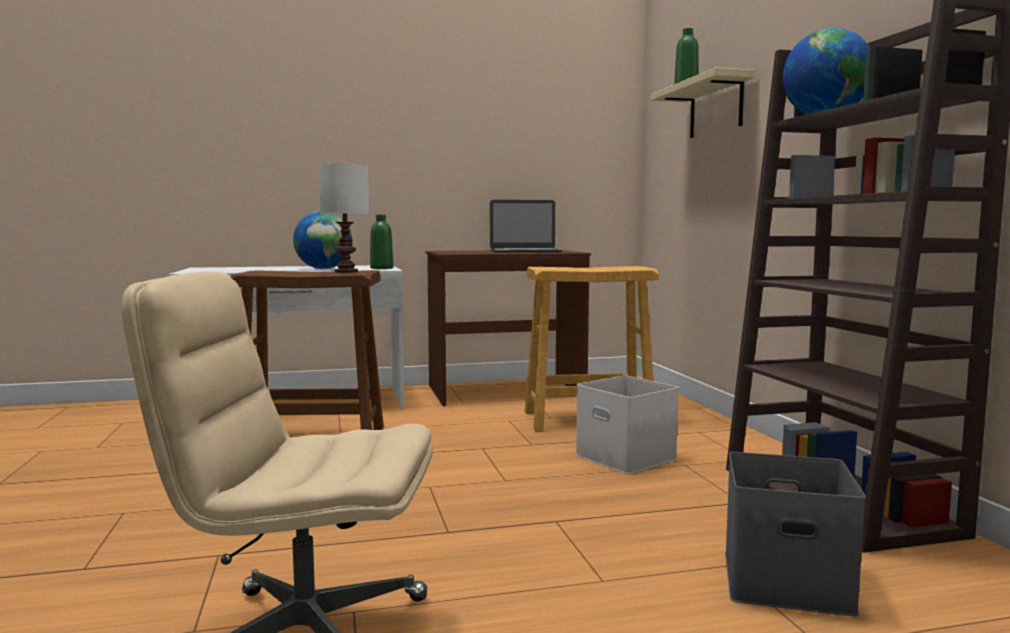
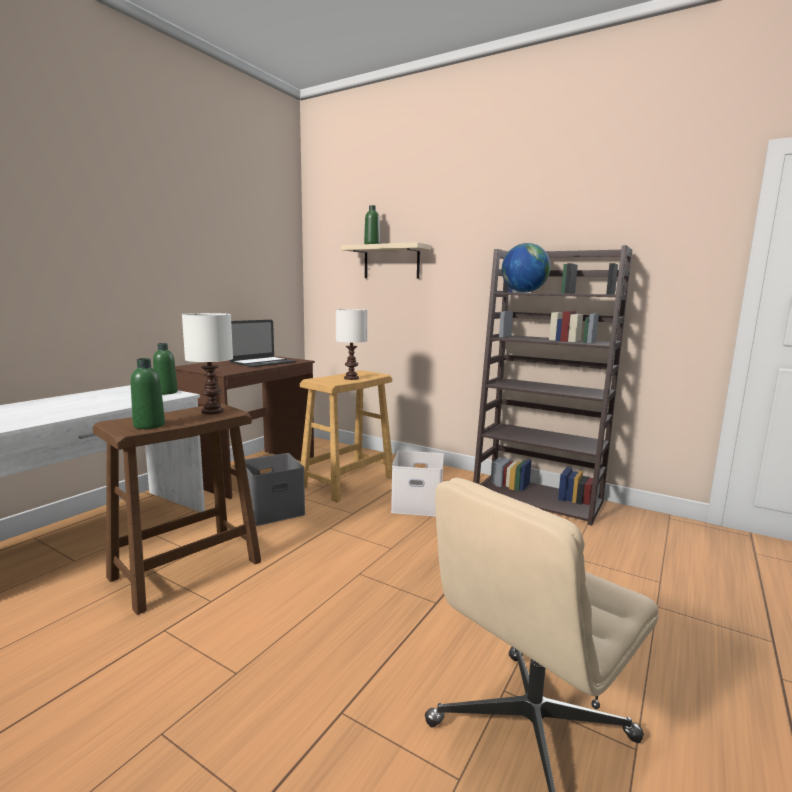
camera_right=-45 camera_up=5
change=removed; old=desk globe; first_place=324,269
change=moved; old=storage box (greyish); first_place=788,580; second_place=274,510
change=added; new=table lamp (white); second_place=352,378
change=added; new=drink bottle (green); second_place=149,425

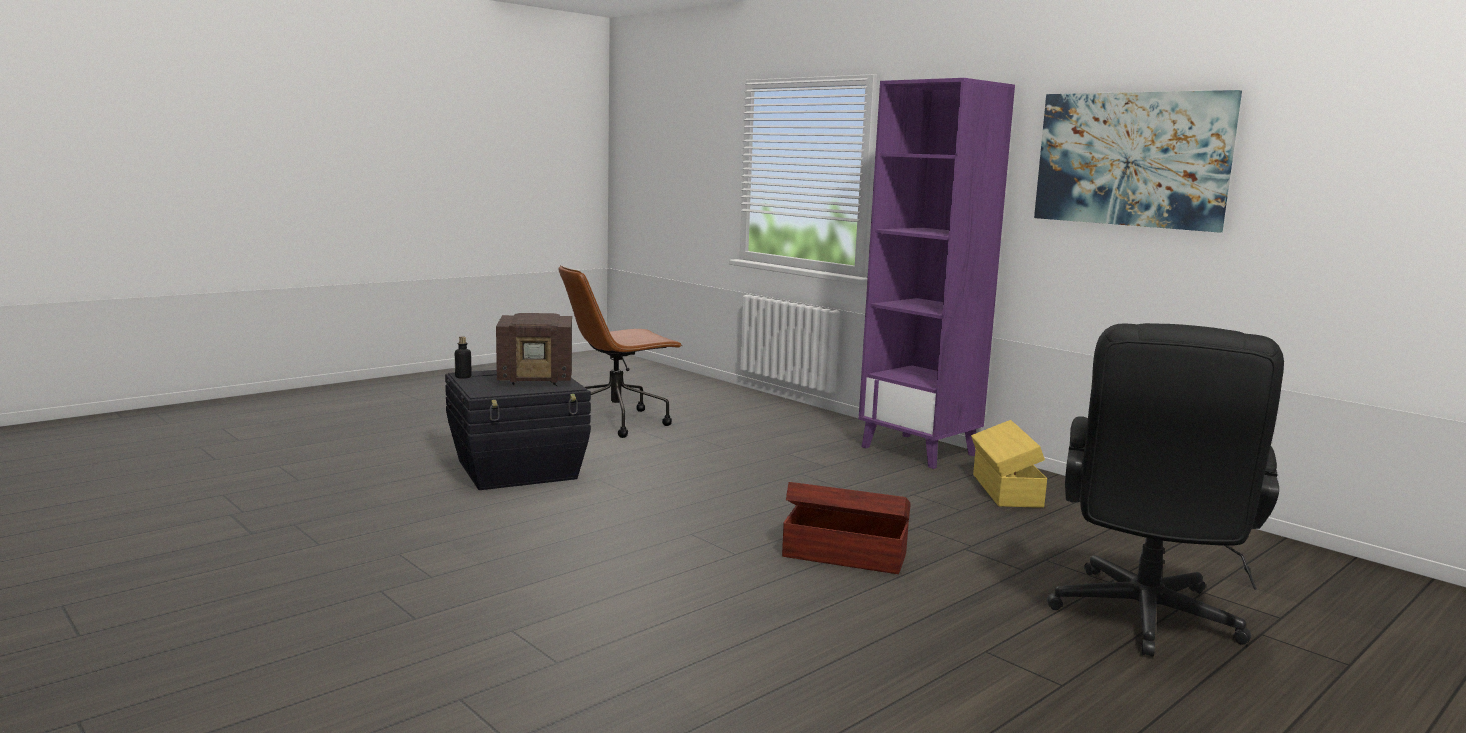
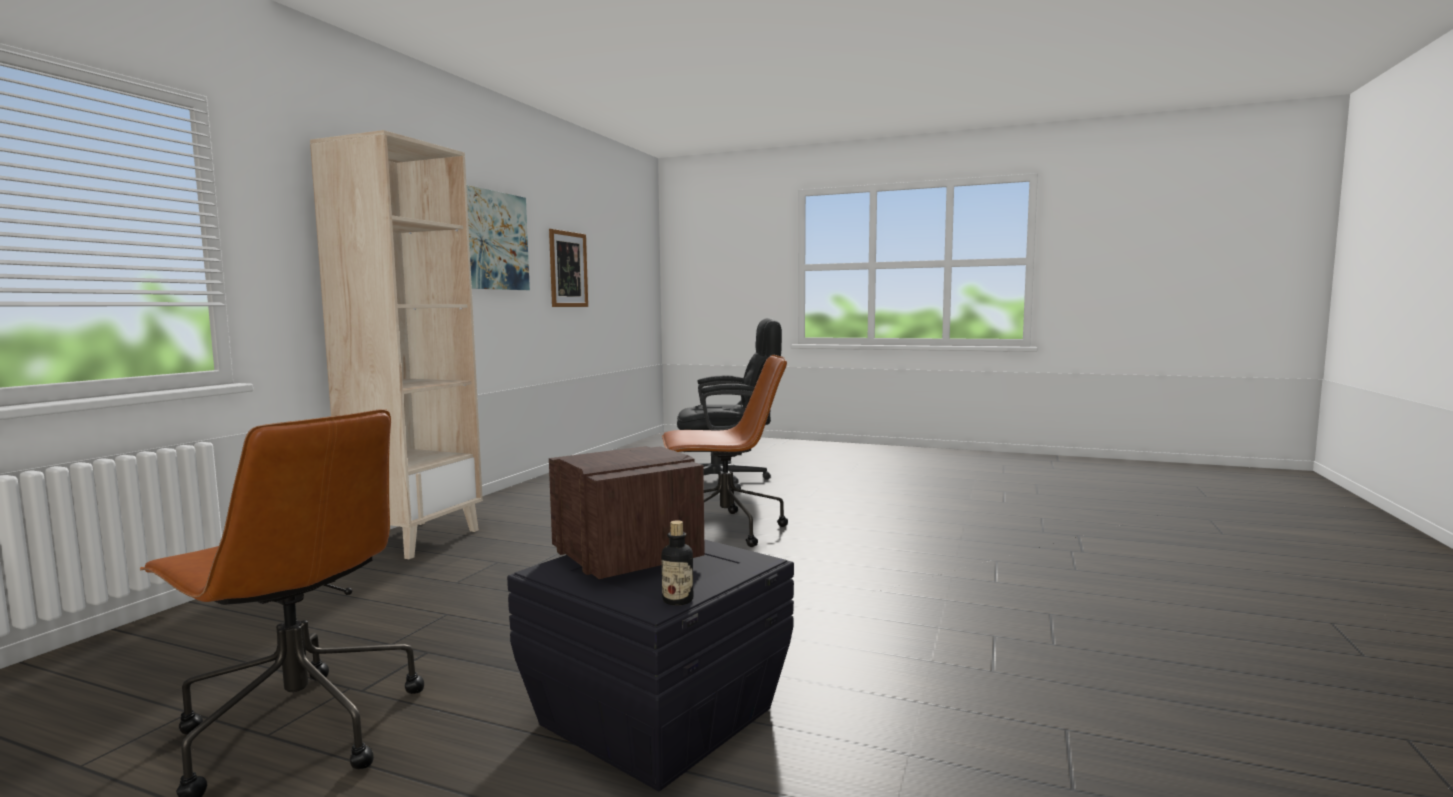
camera_right=-115 camera_up=-5
change=recoloured; old=shelving unit (purple); new=shelving unit (beige-coloured); first_place=919,451; second_place=415,539
change=removed; old=storage box (yellow); first_place=1005,491
change=replaced; old=storage box (brown-coloured); new=office chair (brown-coloured); first_place=843,554; second_place=723,530
change=added; new=picture; second_place=568,269

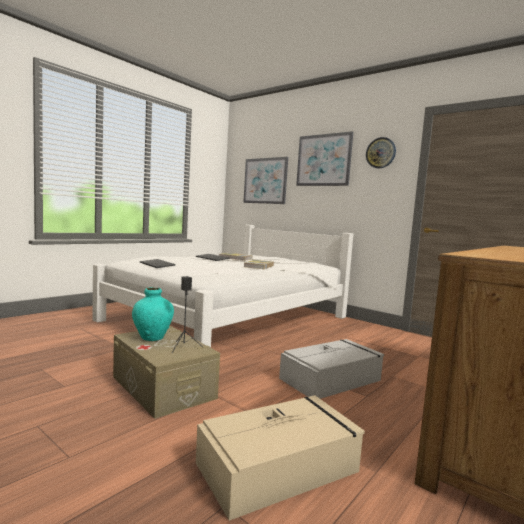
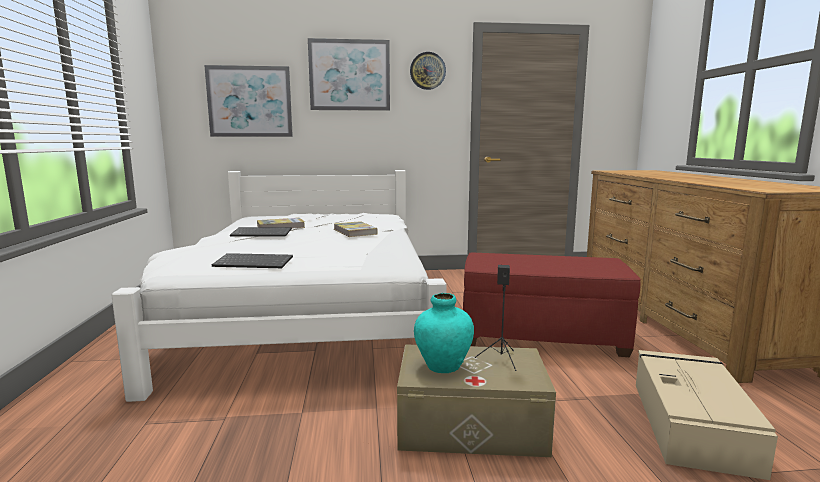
camera_right=-45 camera_up=5
change=replaced; old=storage box (greyish); new=ottoman (red-coloured); first_place=331,379; second_place=542,336

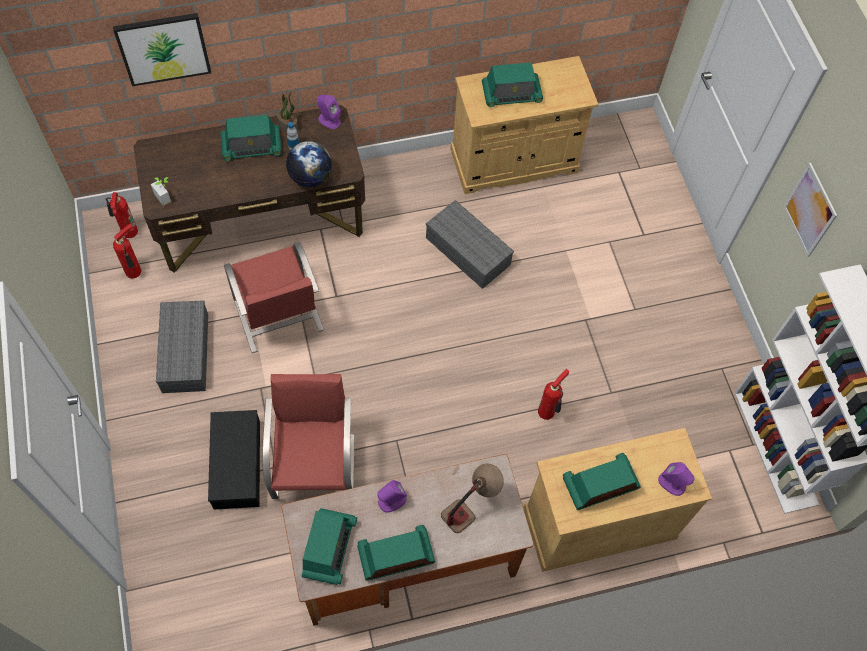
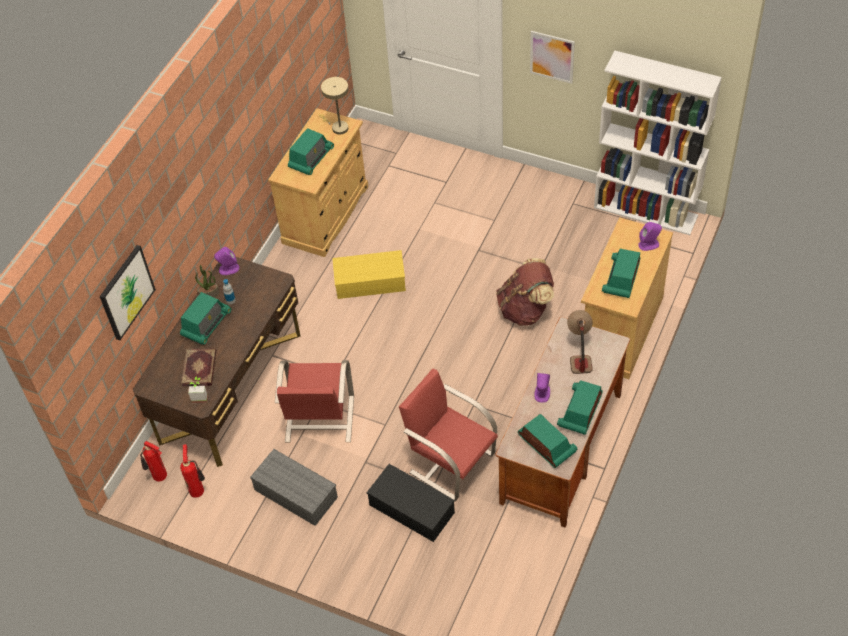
camera_right=-45 camera_up=-10
change=removed; old=desk globe; first_place=310,177
change=recoloured; old=storage box (greyish); new=storage box (yellow); first_place=469,251; second_place=371,281
change=turned; old=plain chair (red-coloured); first_place=278,317; second_place=319,420; degrees=75
change=replaced; old=fire extinguisher; new=rucksack (brown-coloured); first_place=548,412; second_place=525,309
change=added; new=table lamp (beige-coloured); second_place=337,127
change=added; new=bound book; second_place=200,368

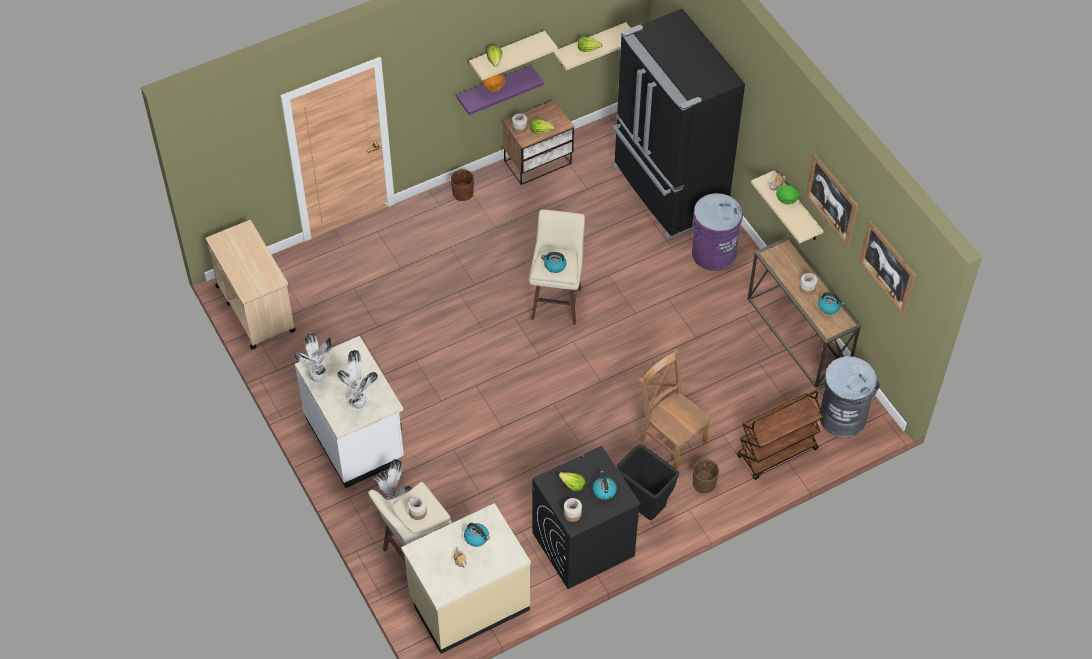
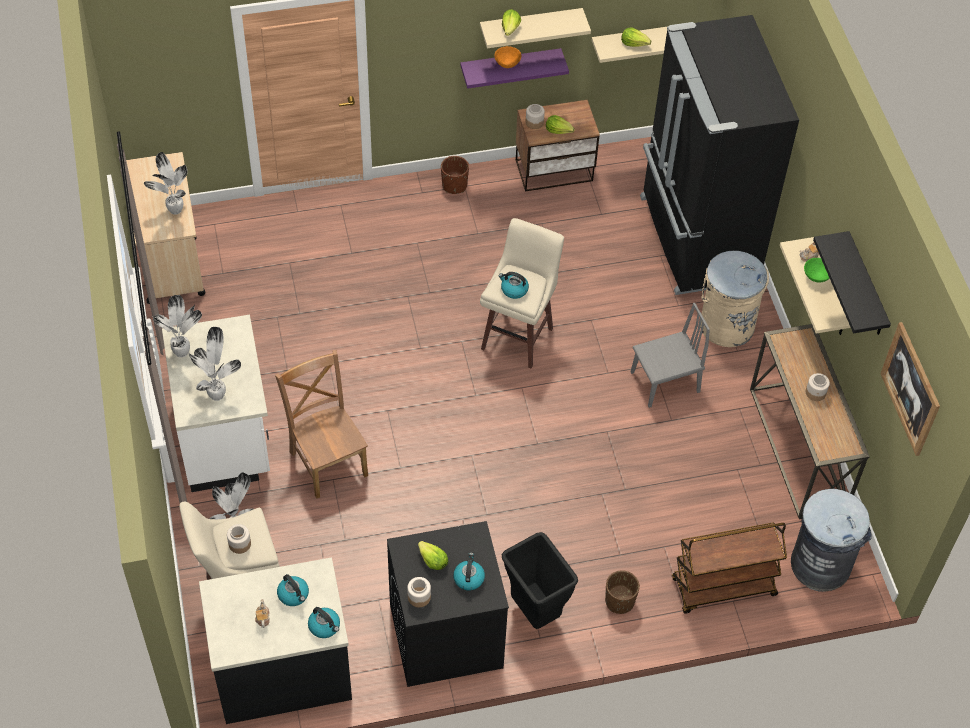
camera_right=15 camera_up=0
change=replaced; old=picture; new=wall shelf (black); first_place=832,200; second_place=866,287
change=recoloured; old=trash can (purple); new=trash can (beige-coloured); first_place=713,253; second_place=726,325
change=moved; old=kettle; first_place=829,307; second_place=325,626
change=moved; old=plain chair (brown-coloured); first_place=671,438; second_place=327,461
change=recoloured; old=counter (beige-coloured); new=counter (black); first_place=468,603; second_place=282,671
change=added; new=houseplant; second_place=175,211
change=added; new=plain chair (greyish); second_place=664,382

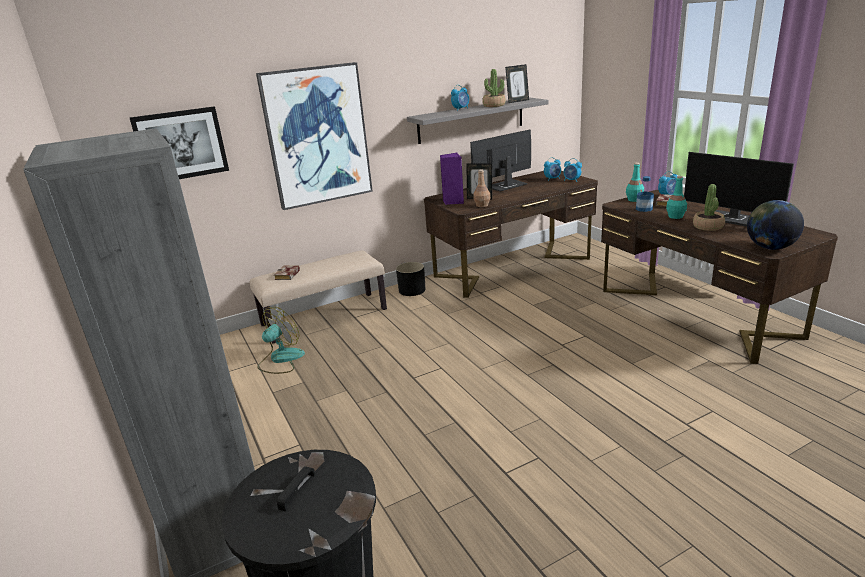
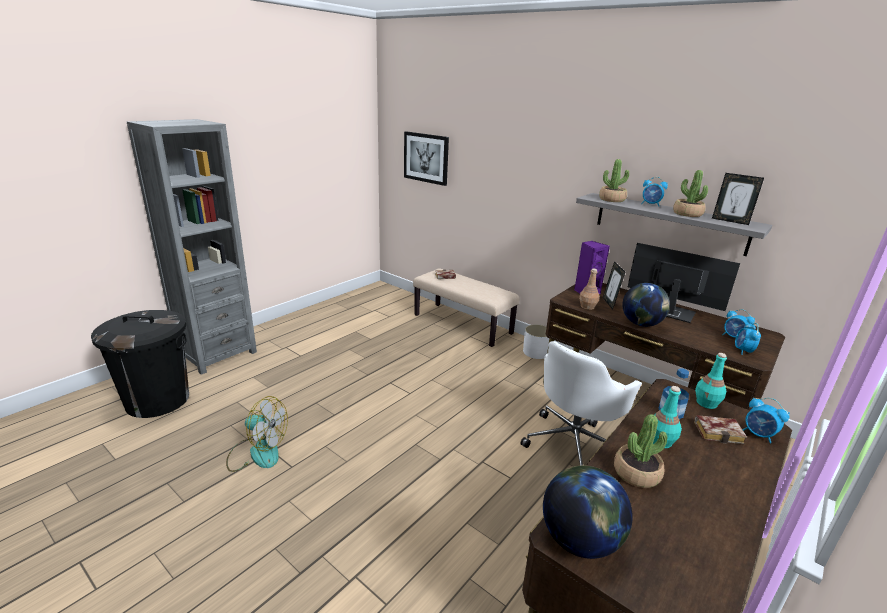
camera_right=65 camera_up=0
change=removed; old=picture; first_place=317,136
change=removed; old=monitor; first_place=733,219
change=recoloured; old=planter (black); new=planter (white); first_place=412,290; second_place=536,352
change=moved; old=fan; first_place=280,359; second_place=257,453
change=added; new=houseplant; second_place=612,199
change=added; new=desk globe; second_place=641,324
change=added; new=office chair (white); second_place=574,443

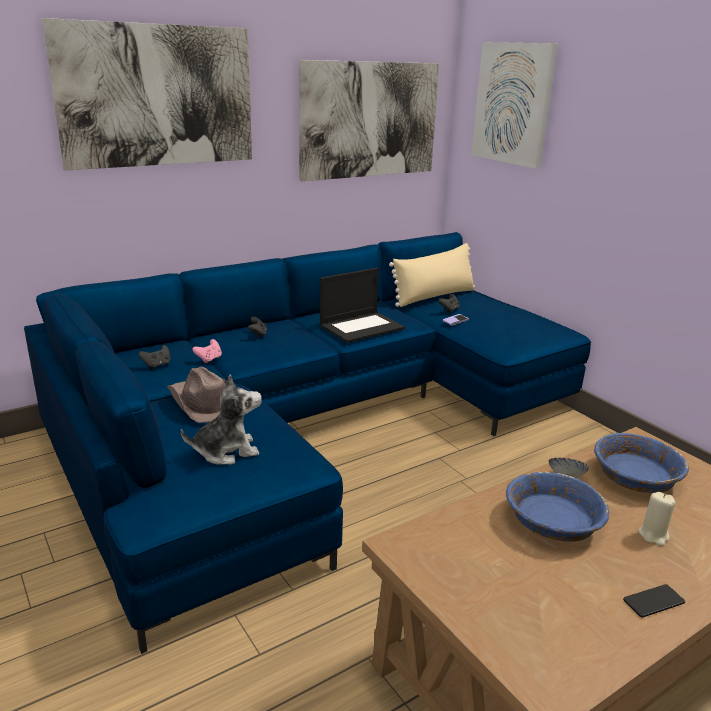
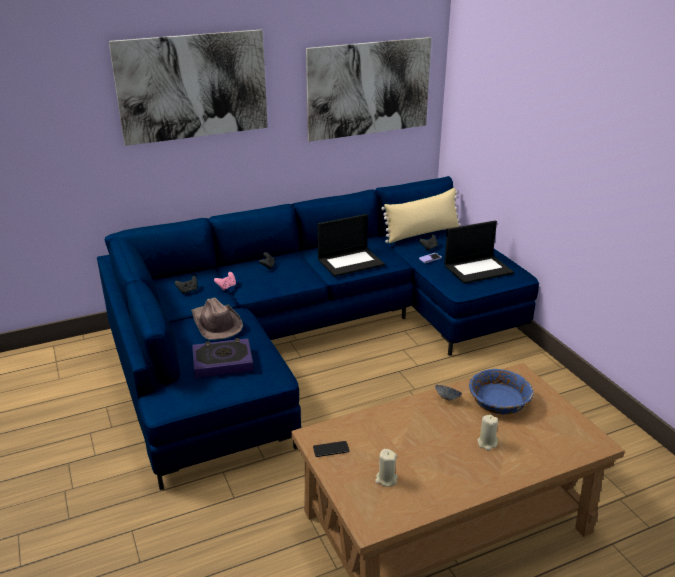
camera_right=10 camera_up=5
change=removed; old=picture; first_place=513,104
change=replaced; old=soft toy; new=bound book; first_place=226,451; second_place=222,362
change=removed; old=bowl (bluish); first_place=553,521
change=moved; old=handset; first_place=653,601; second_place=331,449
change=added; new=laptop; second_place=478,269
change=added; new=wax light (beige-coloured); second_place=386,479

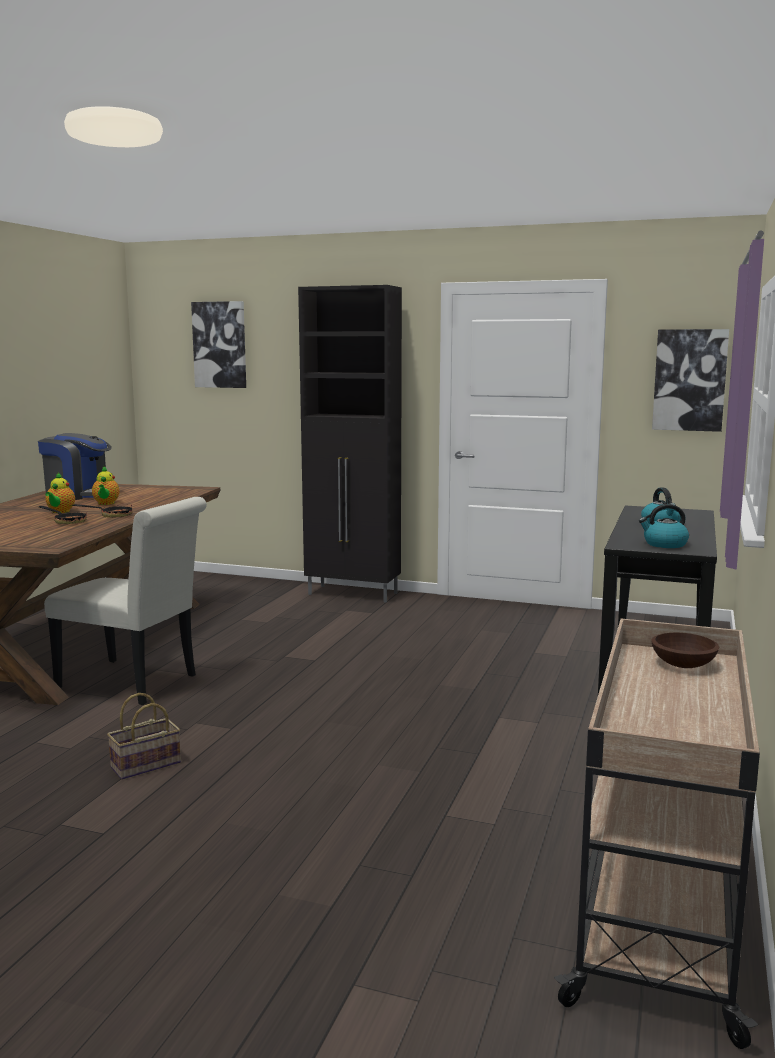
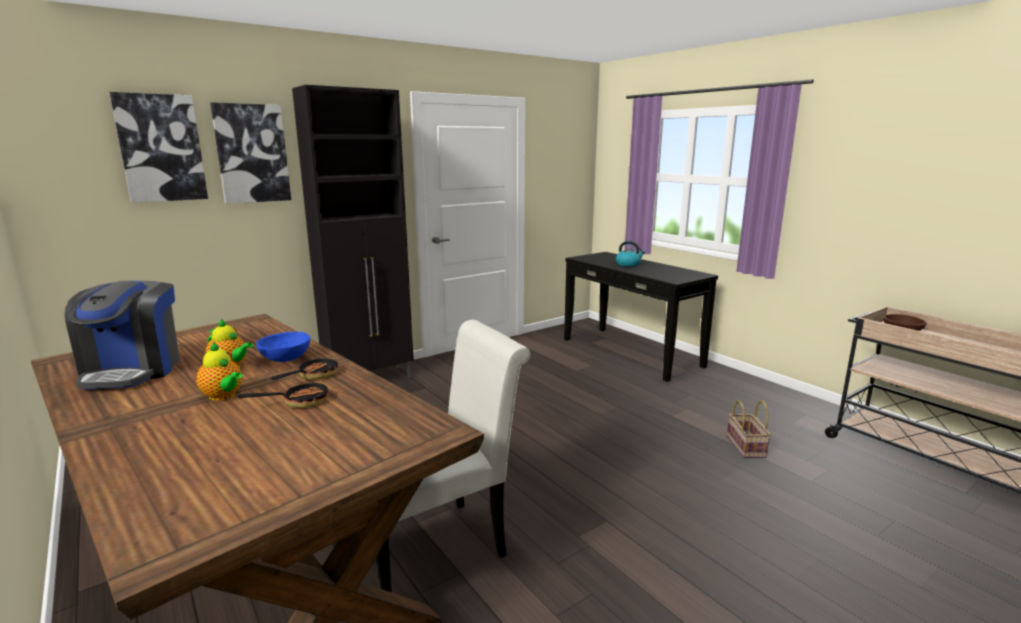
camera_right=-55 camera_up=5
change=moved; old=picture; first_place=689,380; second_place=252,153
change=turned; old=coffee maker; first_place=79,494; second_place=133,370; degrees=120
change=removed; old=kettle; first_place=664,544
change=moved; old=storage basket; first_place=144,766; second_place=747,447
change=added; new=bowl (bluish); second_place=285,359

